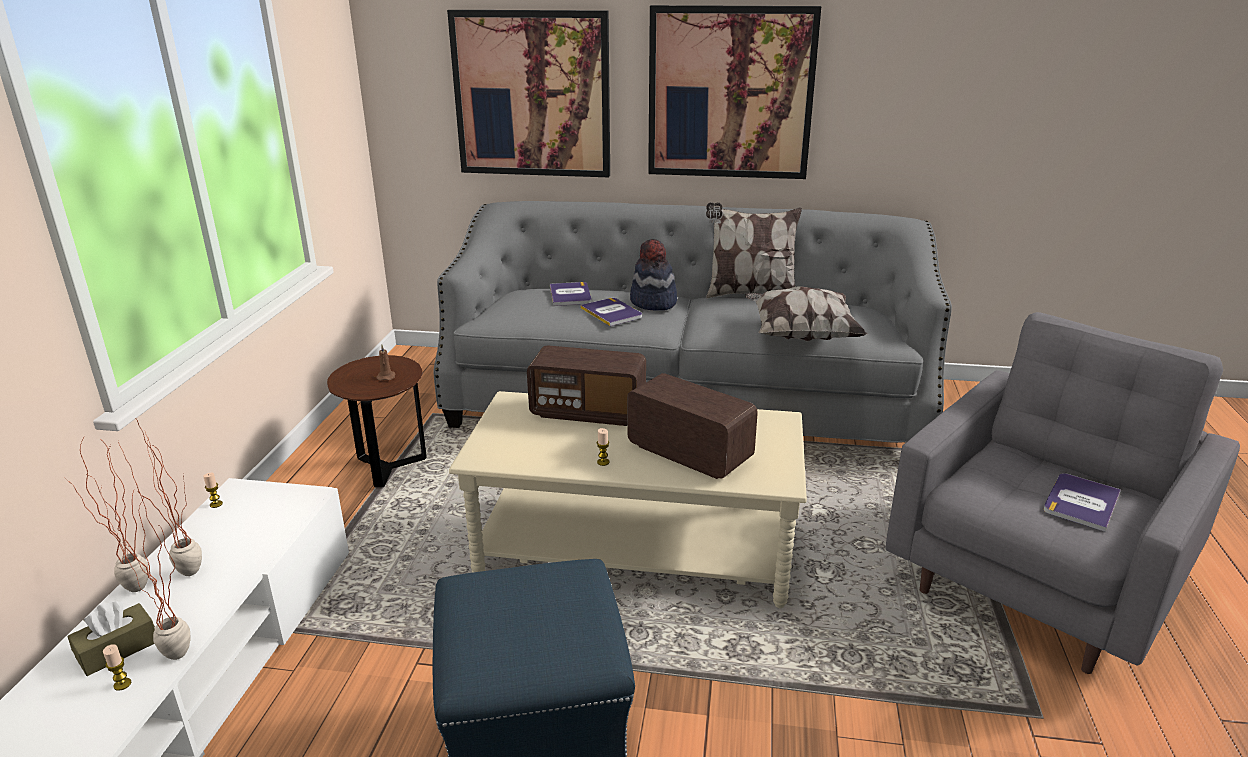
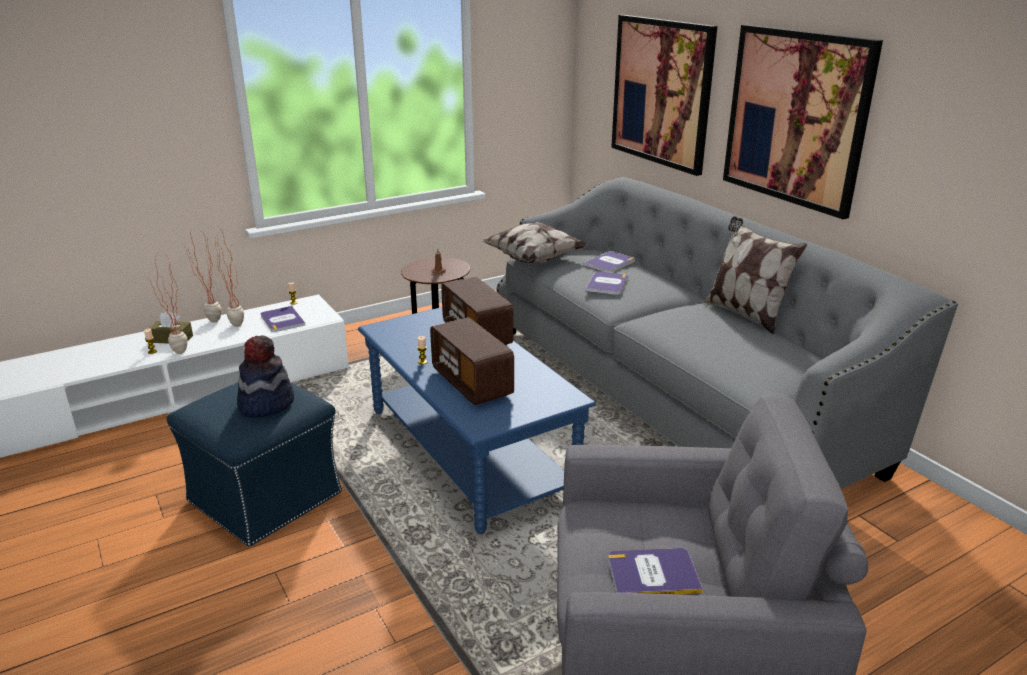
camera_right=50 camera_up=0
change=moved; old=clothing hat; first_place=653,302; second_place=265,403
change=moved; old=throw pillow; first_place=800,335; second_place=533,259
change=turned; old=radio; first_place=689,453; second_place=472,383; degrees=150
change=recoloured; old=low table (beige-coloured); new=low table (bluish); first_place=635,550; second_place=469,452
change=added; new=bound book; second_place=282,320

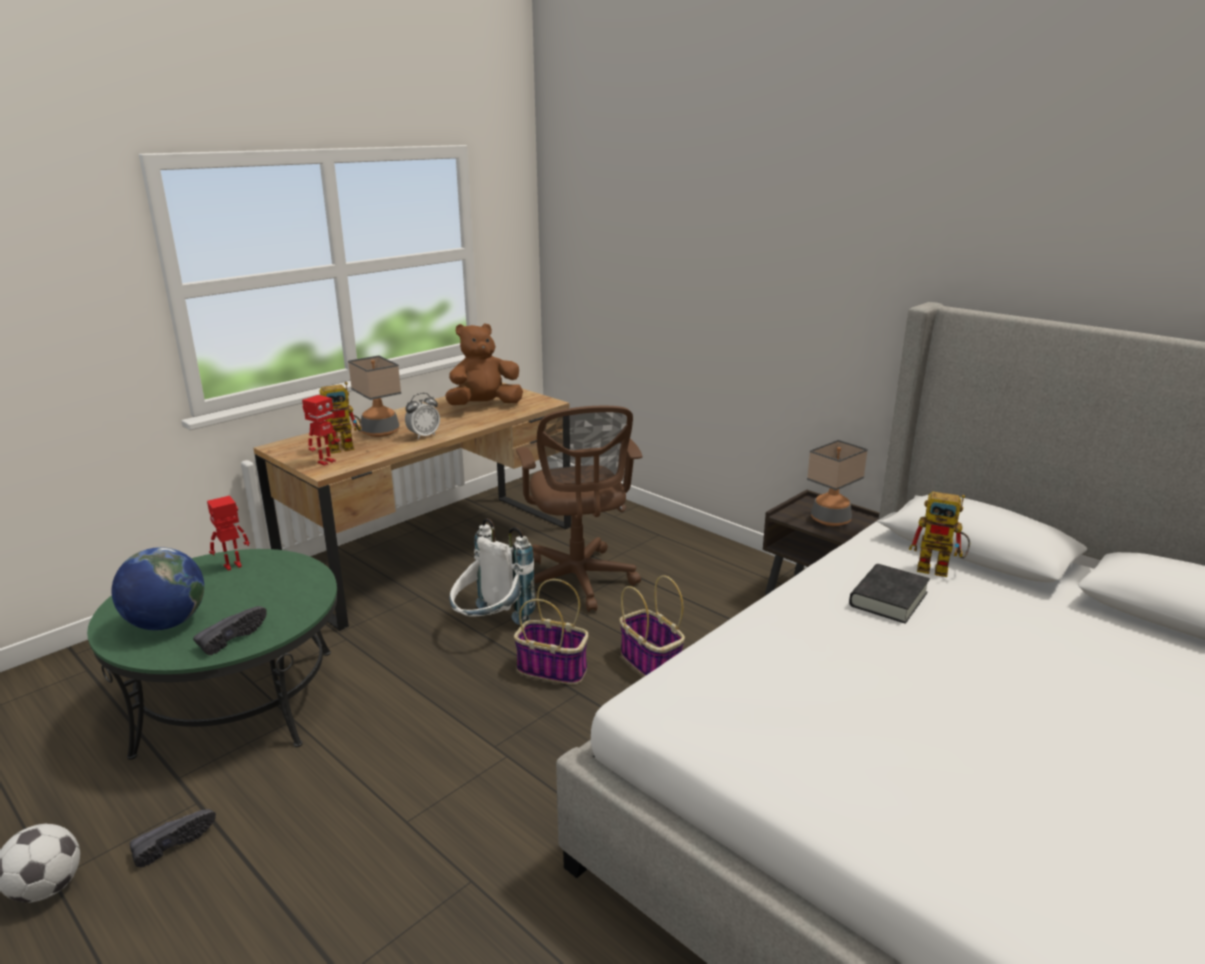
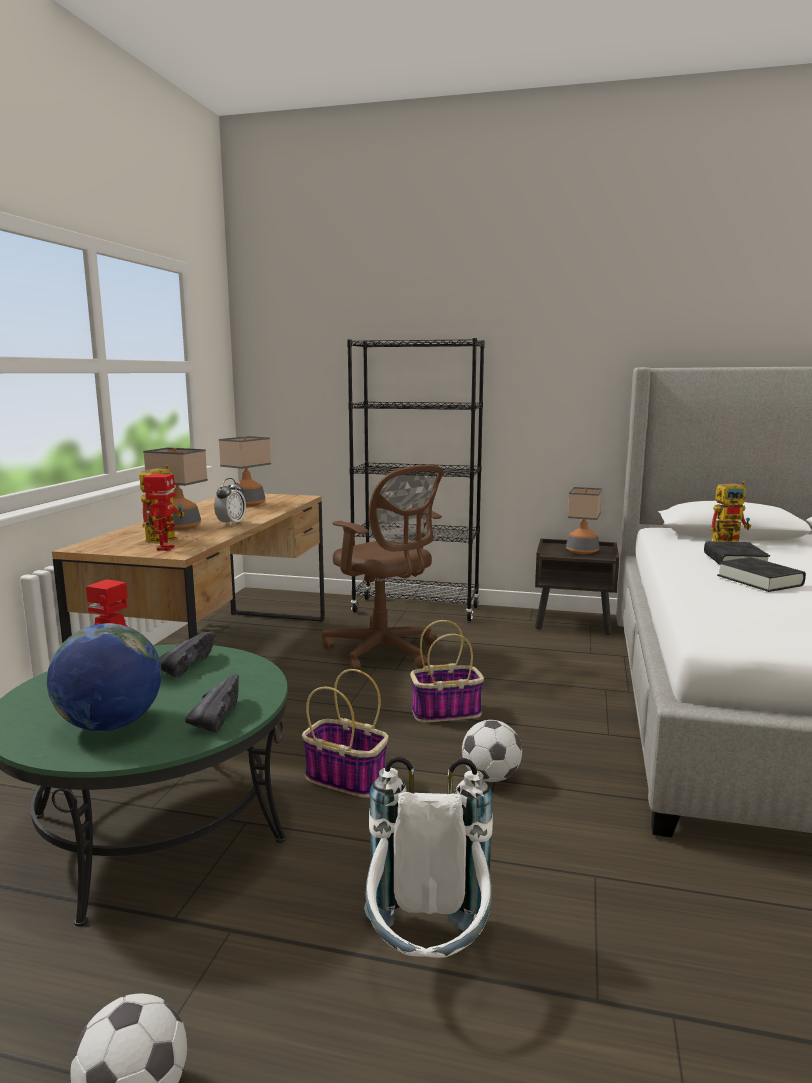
camera_right=-30 camera_up=-10
change=replaced; old=soft toy (brown-coloured); new=table lamp; first_place=484,406; second_place=248,504
change=moved; old=rucksack (white); first_place=491,627; second_place=428,956
change=moved; old=storage basket; first_place=651,663; second_place=347,779
change=moved; old=low shoe (black); first_place=173,842; second_place=185,665
change=added; new=shelving unit (black); second_place=416,609
change=added; new=bound book (black); second_place=759,580
change=added; new=football; second_place=491,777

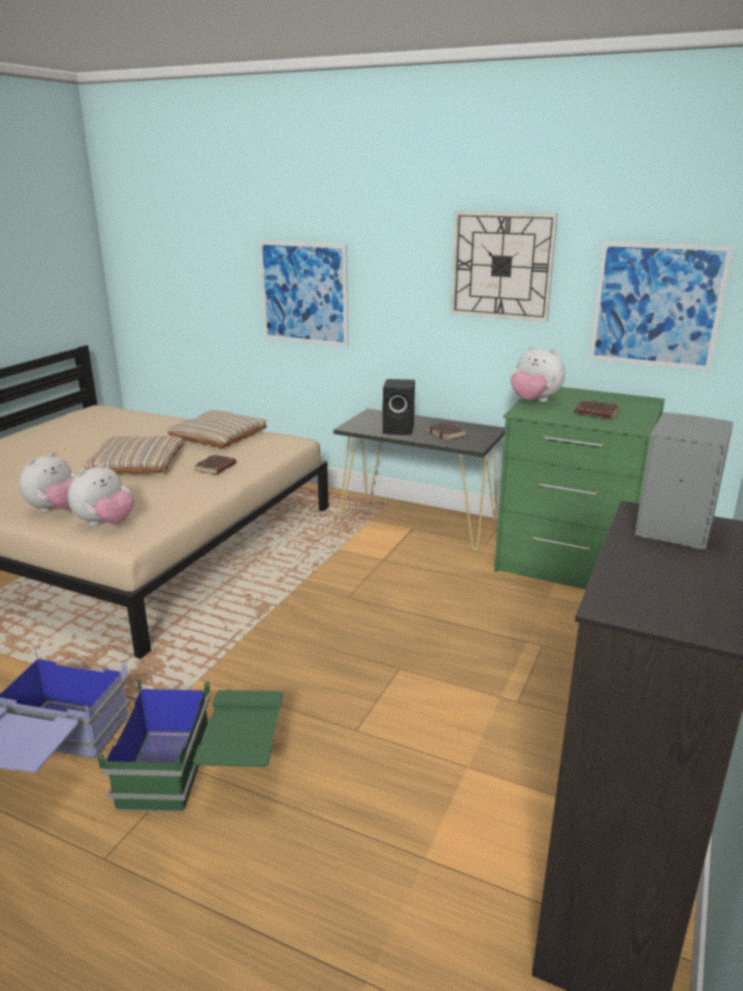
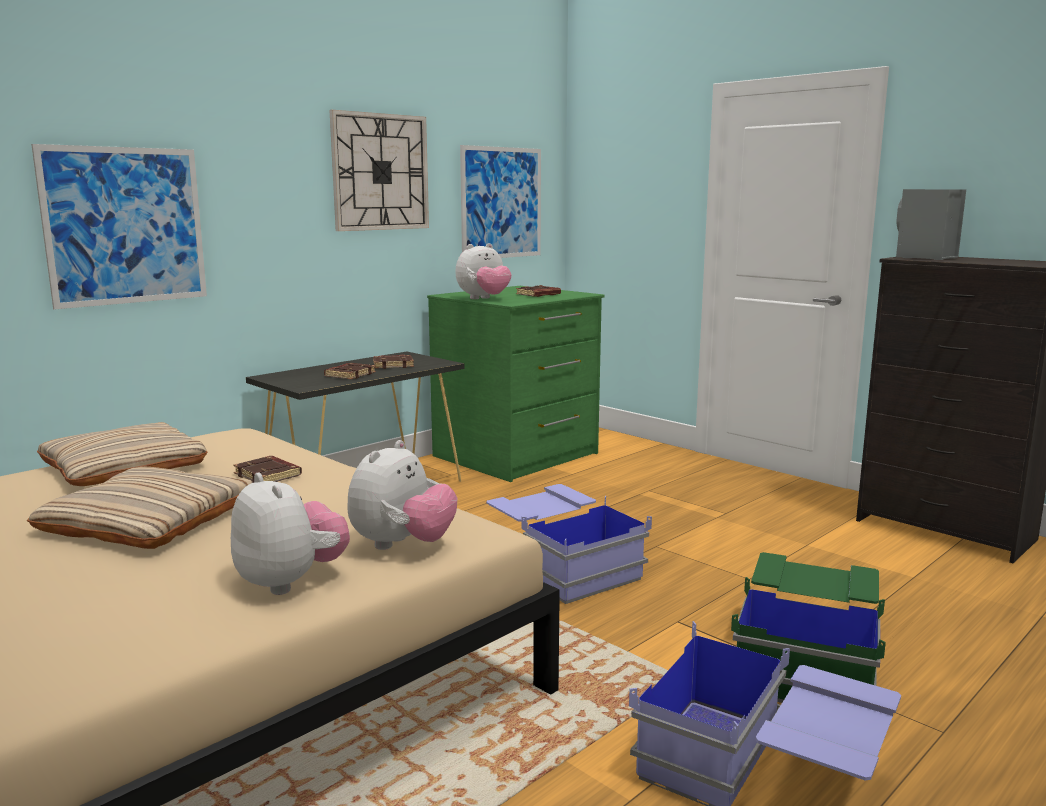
camera_right=-70 camera_up=-10
change=replaced; old=audio speaker (black); new=bound book (brown-coloured); first_place=400,429; second_place=350,375
change=turned; old=soft toy; first_place=105,523; second_place=402,545; degrees=60
change=added; new=storage box (bluish); second_place=563,566

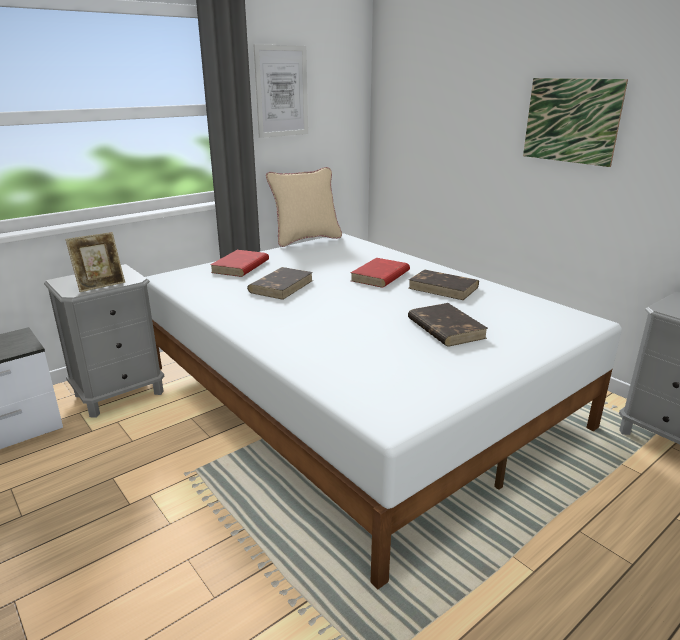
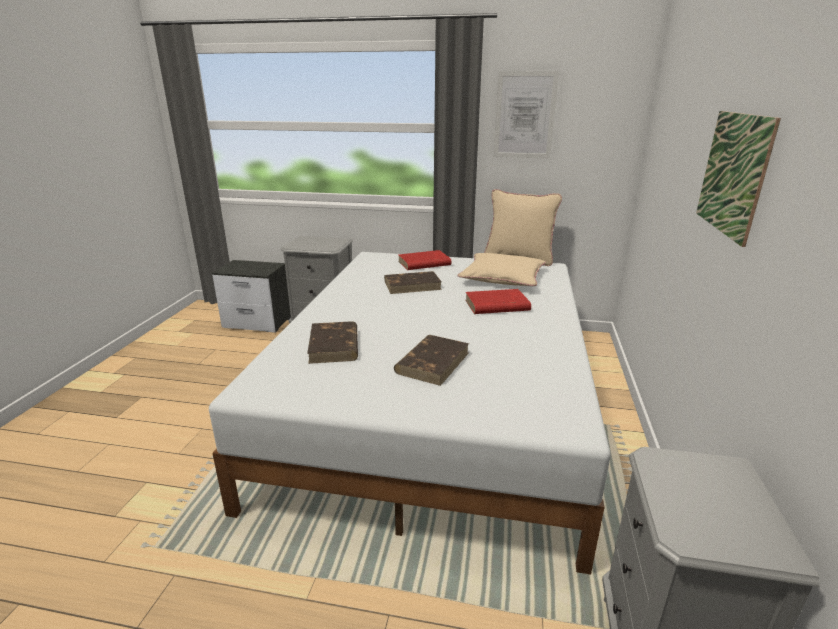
camera_right=50 camera_up=0
change=removed; old=standing frame; first_place=100,285
change=moved; old=bound book (brown-coloured); first_place=444,288; second_place=334,346
change=added; new=throw pillow (beige-coloured); second_place=502,277

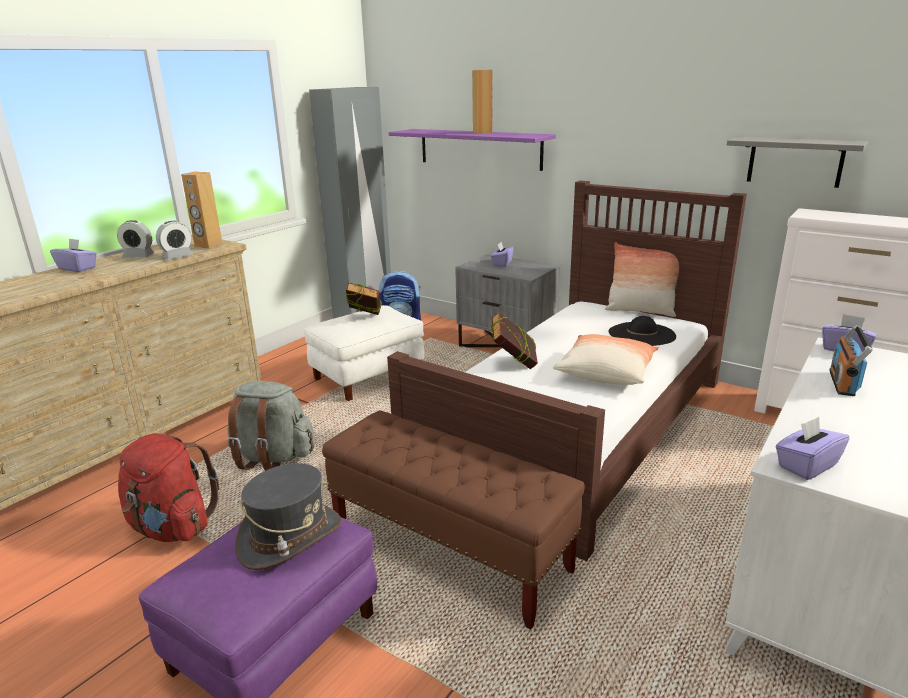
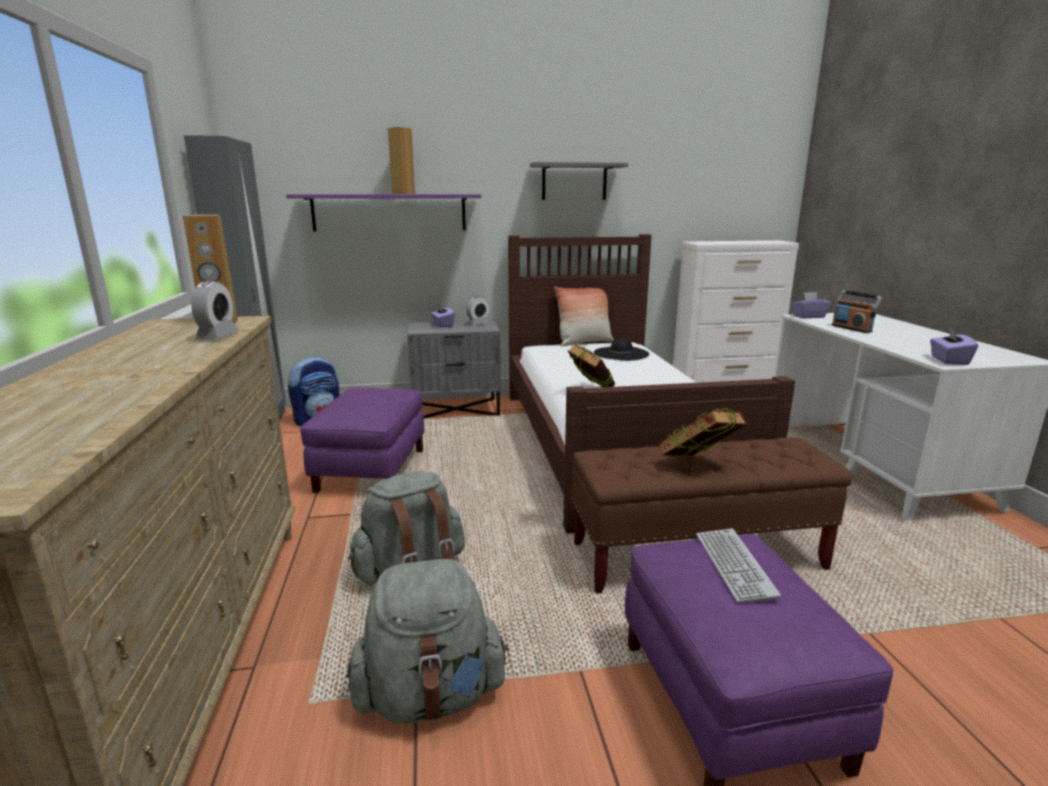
camera_right=-45 camera_up=-5
change=moved; old=wall shelf (greyish); first_place=795,161; second_place=574,181
change=moved; old=bedside clock; first_place=138,256; second_place=478,324
change=removed; old=tissue holder (purple); first_place=78,268
change=moved; old=bound book; first_place=365,319; second_place=698,466
change=recoloured; old=ottoman (white); new=ottoman (purple); first_place=368,376; second_place=371,470
change=removed; old=throw pillow; first_place=606,372
change=recoloured; old=rucksack (red-coloured); new=rucksack (greyish); first_place=172,527; second_place=431,696
change=replaced; old=clothing hat (greyish); new=keyboard; first_place=290,537; second_place=734,565

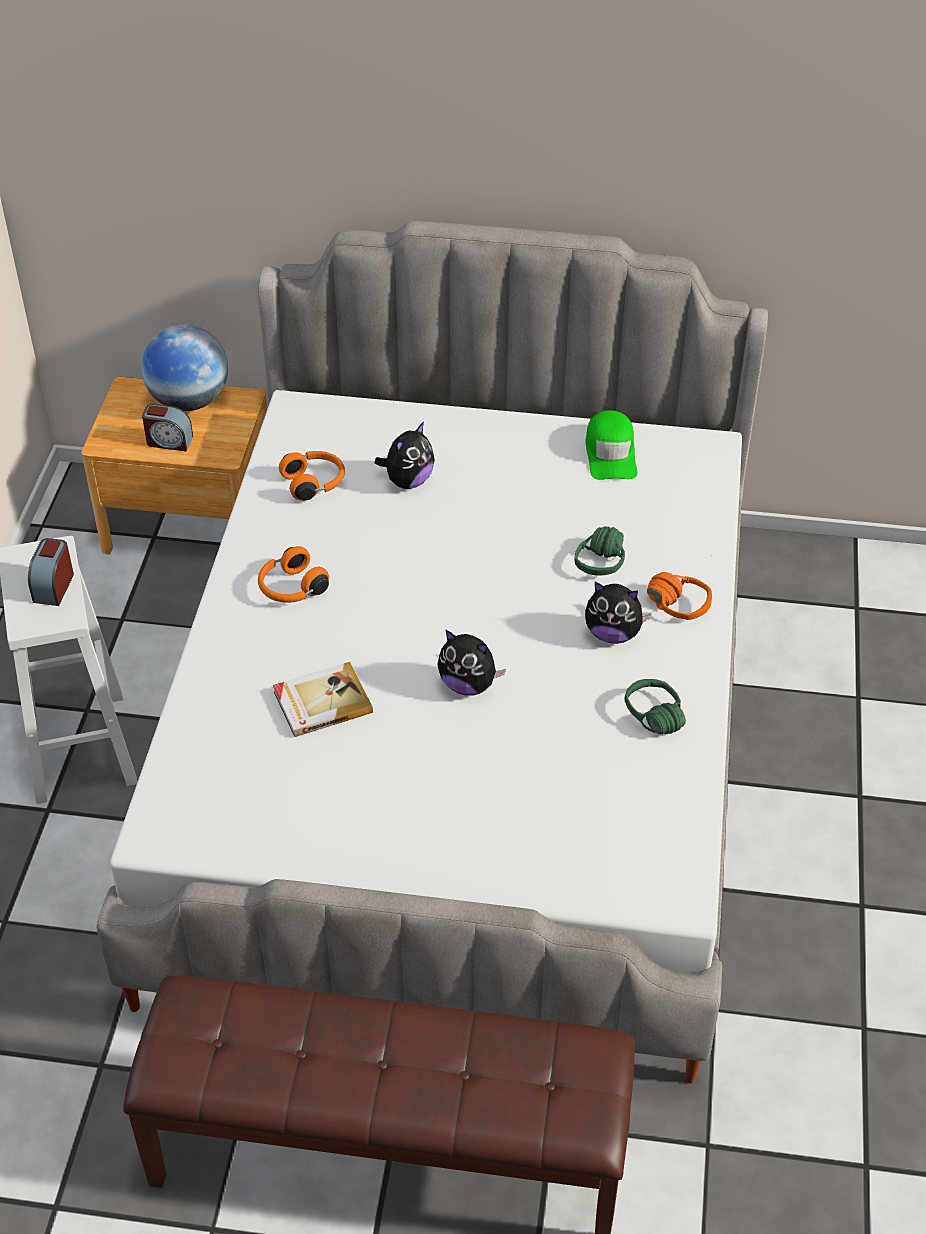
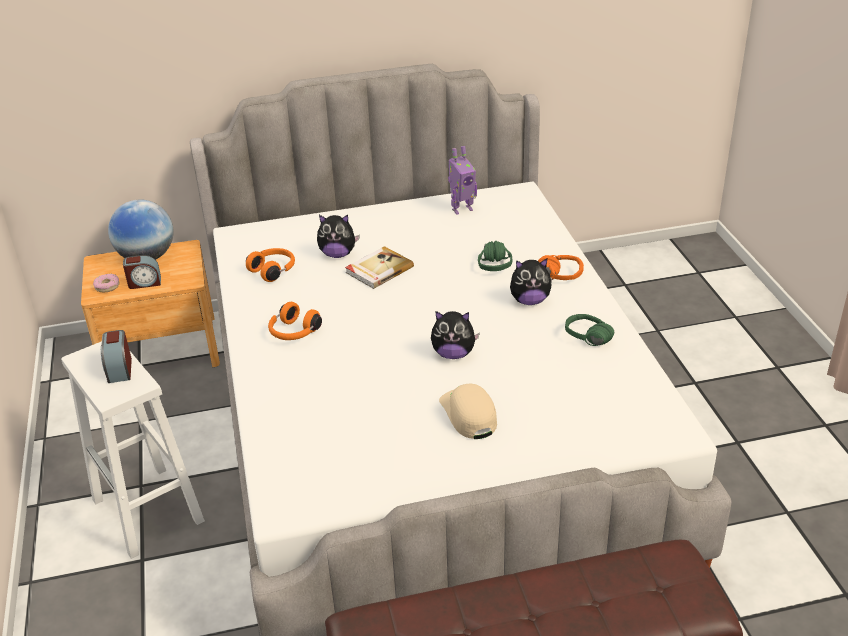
camera_right=-20 camera_up=-10
change=replaced; old=baseball cap (green); new=toy robot; first_place=611,453; second_place=461,209
change=turned; old=soft toy; first_place=408,481; second_place=338,254; degrees=75
change=moved; old=bound book; first_place=321,702; second_place=378,269
change=added; new=ring doughnut; second_place=107,286
change=added; new=baseball cap (beige-coloured); second_place=468,414

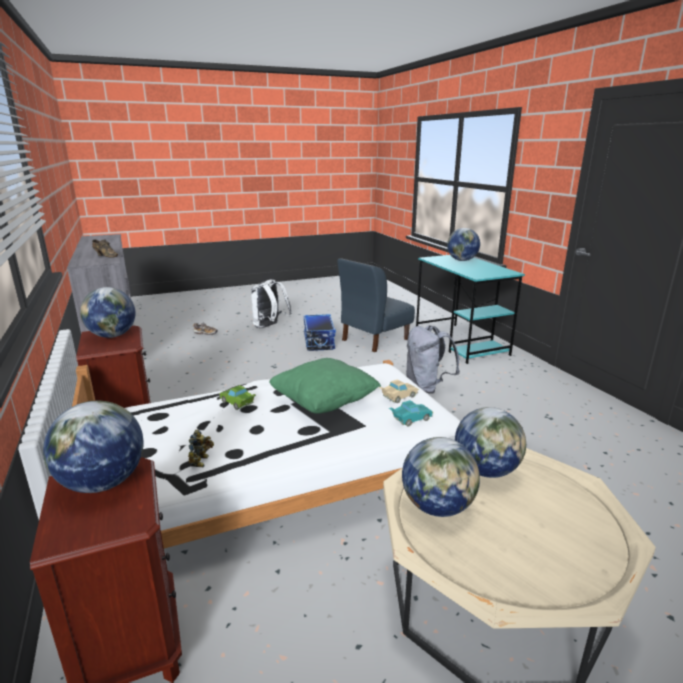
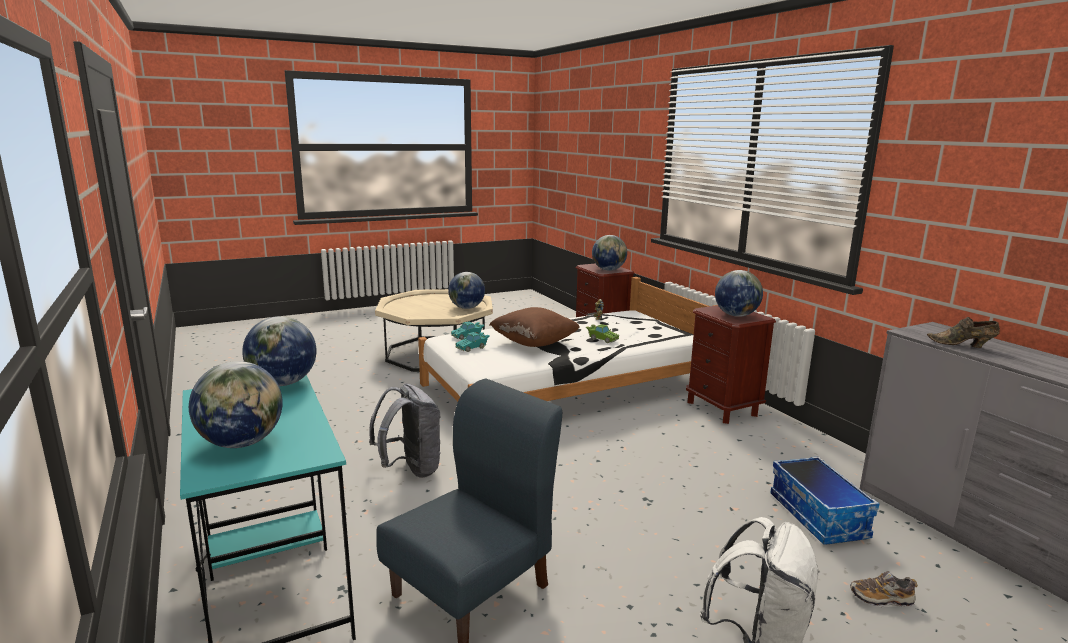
camera_right=175 camera_up=-5
change=moved; old=storage box; first_place=318,341; second_place=819,516
change=recoloured; old=throw pillow (green); new=throw pillow (brown-coloured); first_place=324,403; second_place=534,343
change=recoloured; old=miniature car (beige-coloured); new=miniature car (blue-green); first_place=398,397; second_place=472,348
change=moved; old=desk globe; first_place=486,470; second_place=283,383

